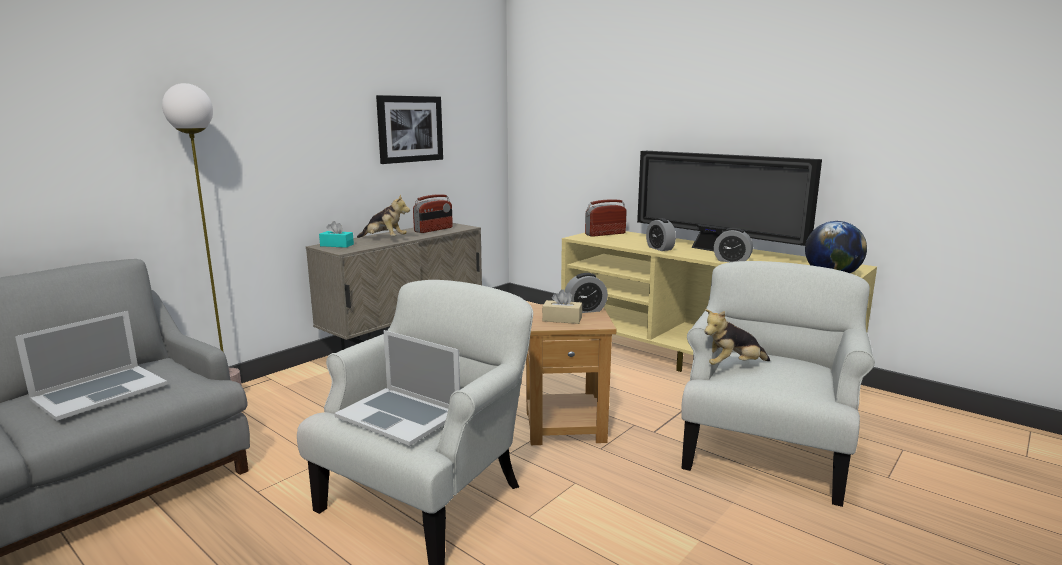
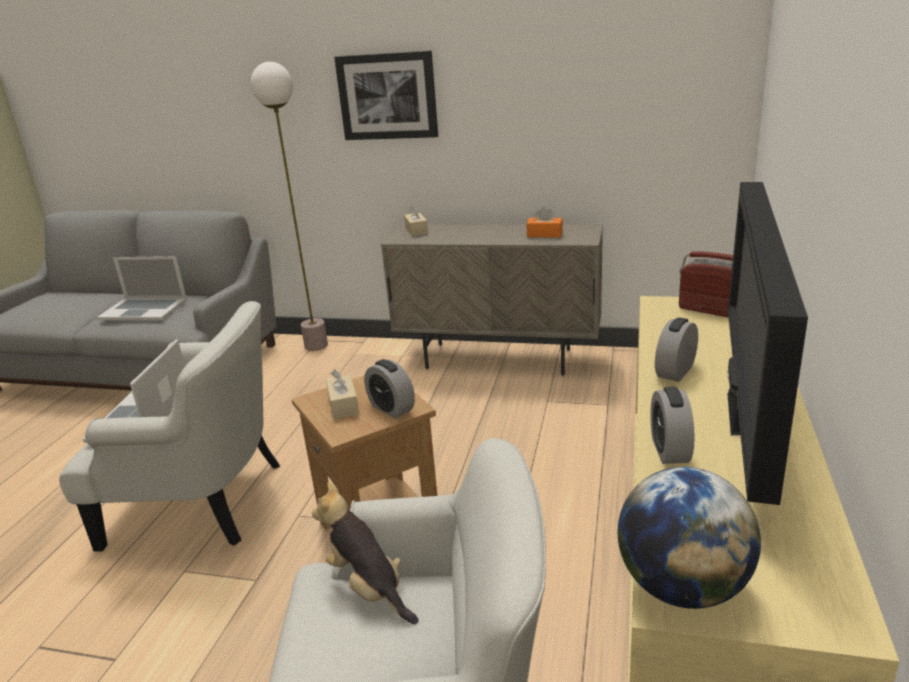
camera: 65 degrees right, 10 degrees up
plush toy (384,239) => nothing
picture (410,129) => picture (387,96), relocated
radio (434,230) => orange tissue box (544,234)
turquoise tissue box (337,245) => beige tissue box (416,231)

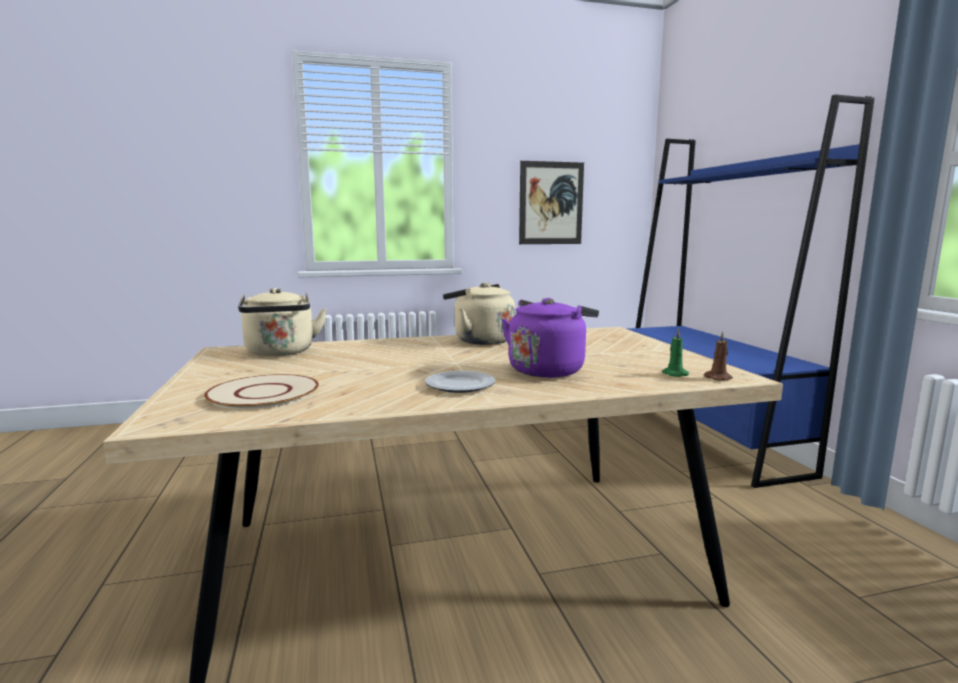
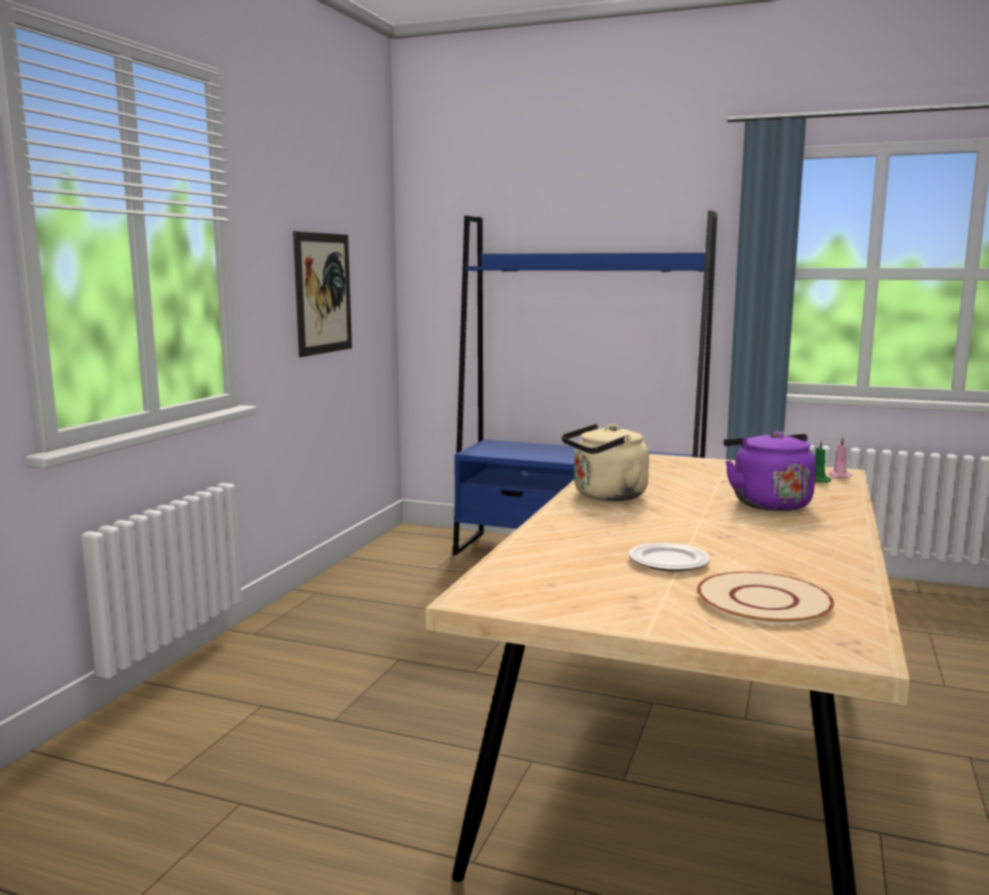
camera: 55 degrees left, 0 degrees up
beige kettle (281,353) => nothing
plate (460,385) => plate (669,561), relocated
brown candle (719,378) => pink candle (839,476)

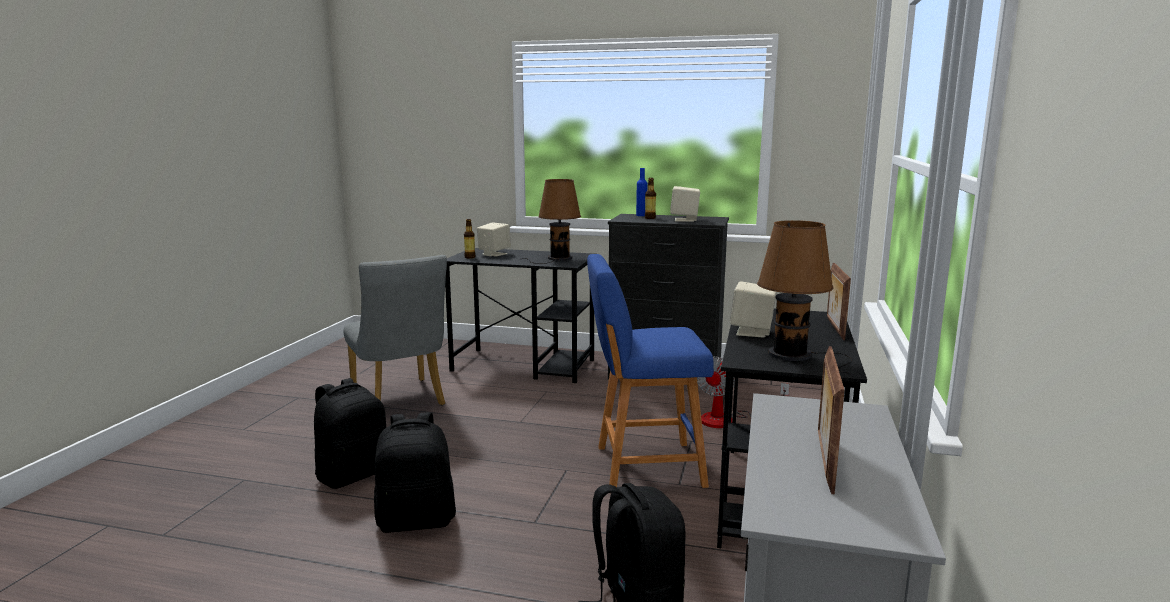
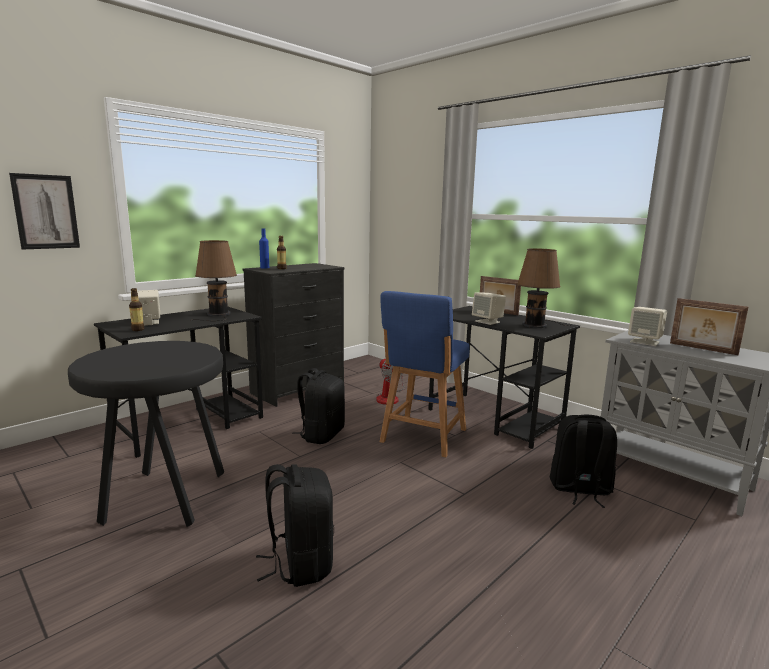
camera: 60 degrees left, 0 degrees up
nothing => picture (46,212)
black backpack (417,520) => black backpack (321,435), relocated
beige speaker (684,220) => beige speaker (645,342), relocated
grey chair (401,401) => black stool (163,499)

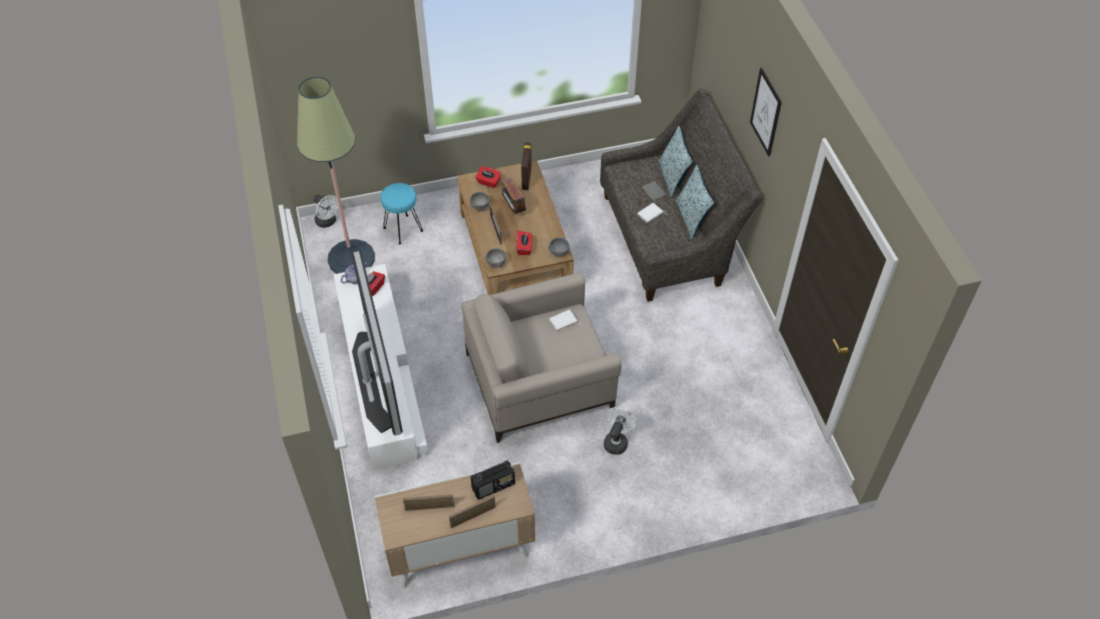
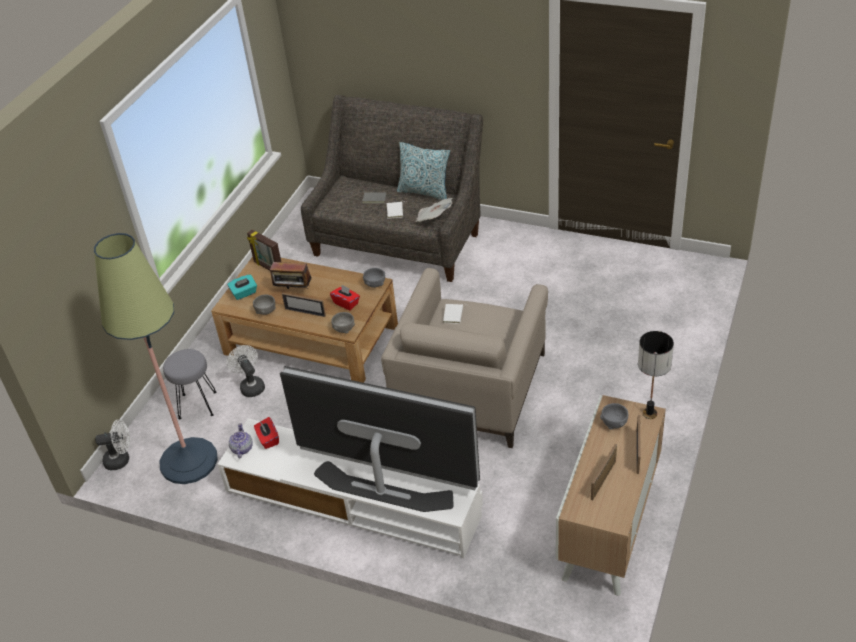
camera: 50 degrees left, 10 degrees down
pillow (672,178) => nothing
picture (766,112) => nothing
nothing => newspaper (434,218)
nothing => table lamp (650,413)
white fan (617,441) => white fan (250,386), relocated
radio (493,486) => grey bowl (614,423)
turquoise stool (403,229) => grey stool (197,405)
red tissue box (488,182) => turquoise tissue box (244,293)

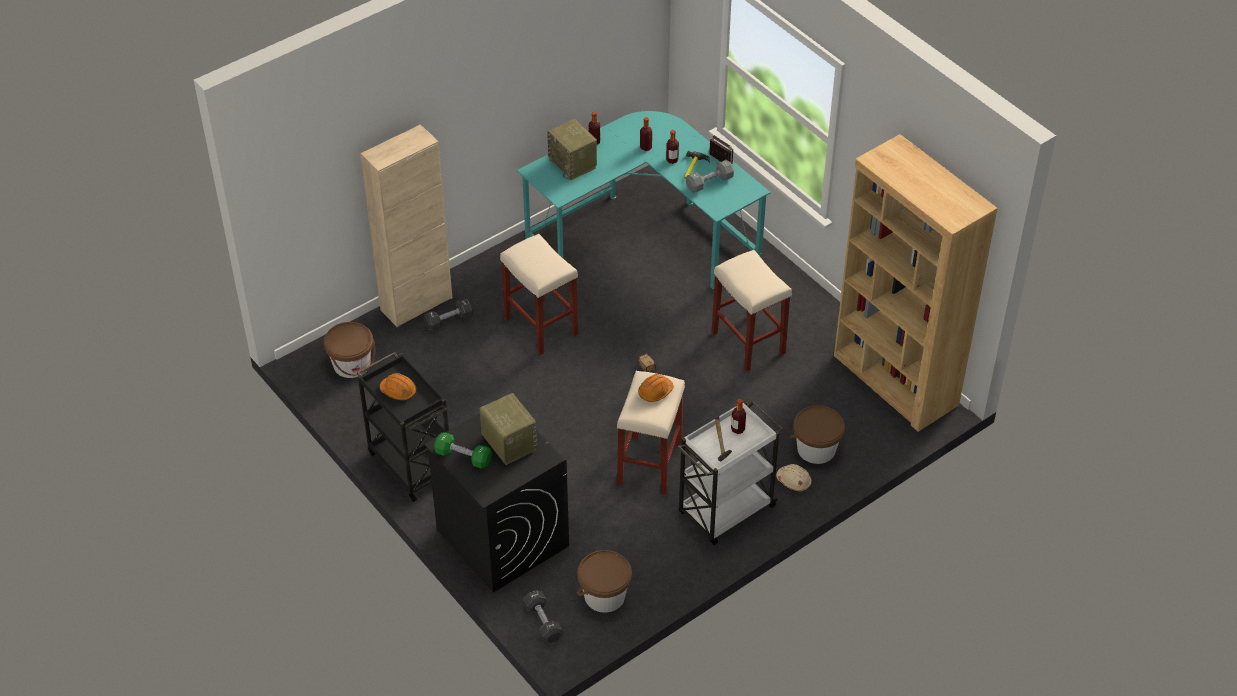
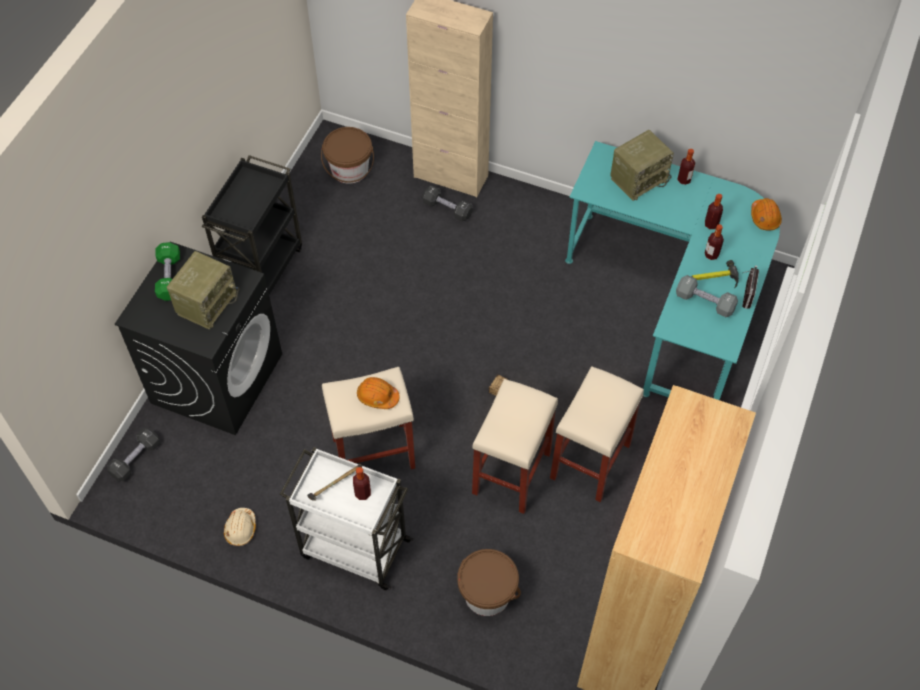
camera: 60 degrees right, 10 degrees up
brown bucket (604,595) => nothing
orange hard hat (398,391) => orange hard hat (764,218), relocated
beige stool (540,326) => beige stool (511,472), relocated
beige hard hat (794,481) => beige hard hat (241,529), relocated
radio (573,164) => radio (639,179), 150 degrees counterclockwise

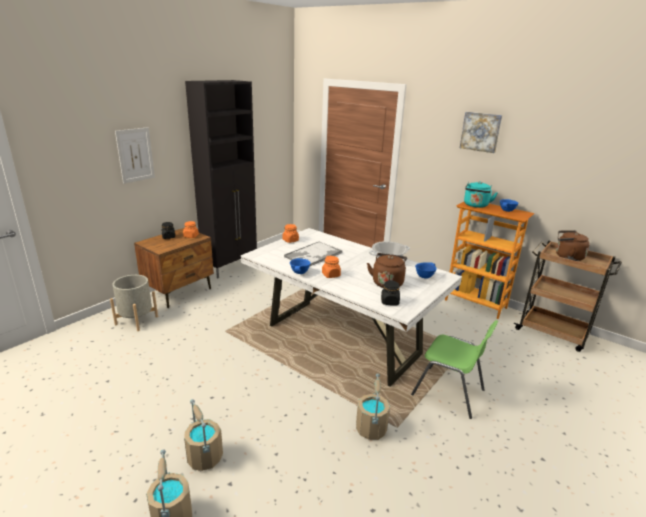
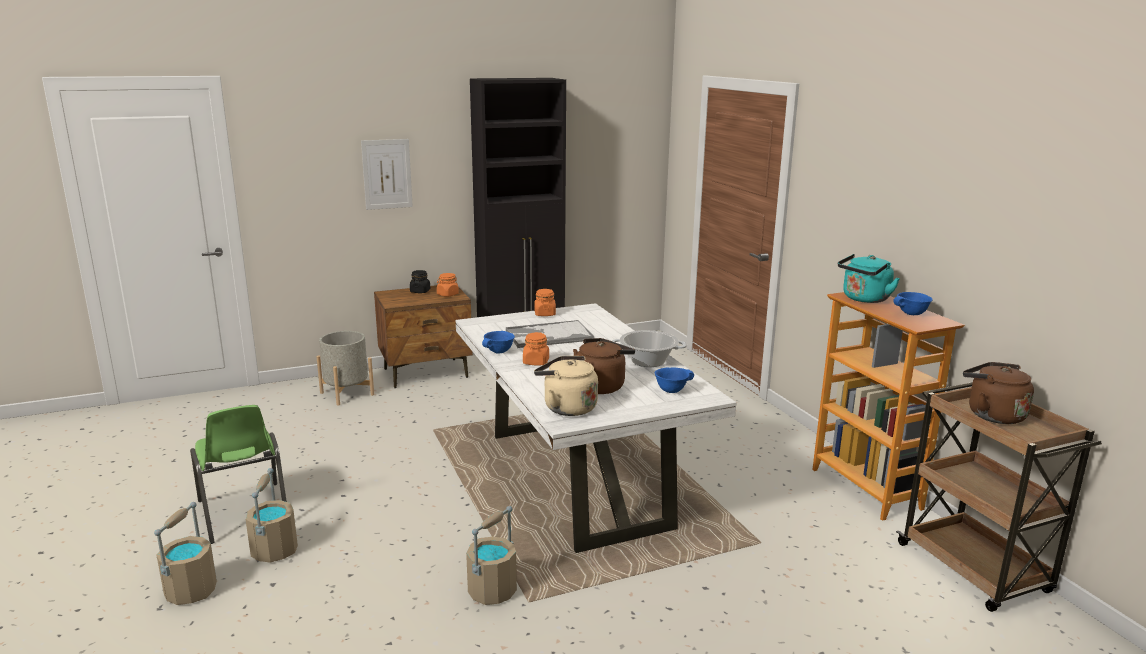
camera: 30 degrees right, 5 degrees down
picture (481,132) => nothing
green chair (449,393) => green chair (243,513), relocated
black jar (390,302) => beige kettle (567,407)

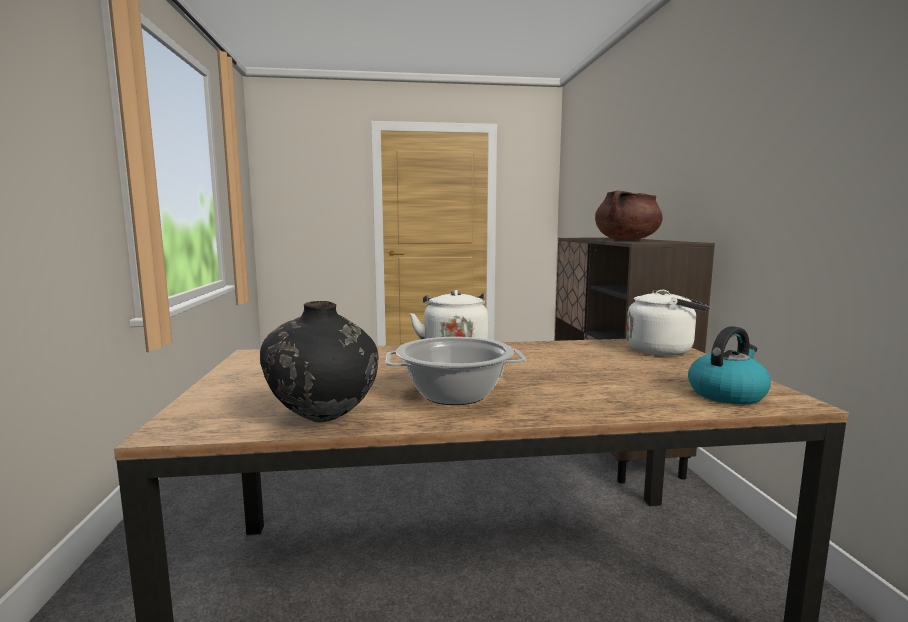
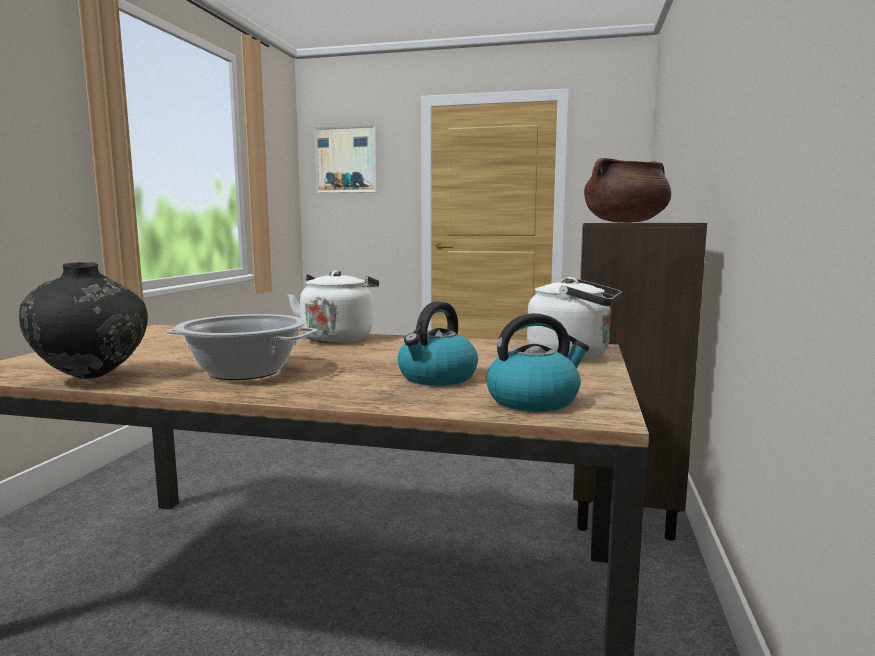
camera: 20 degrees right, 0 degrees up
nothing => picture (346,159)
nothing => kettle (437,378)

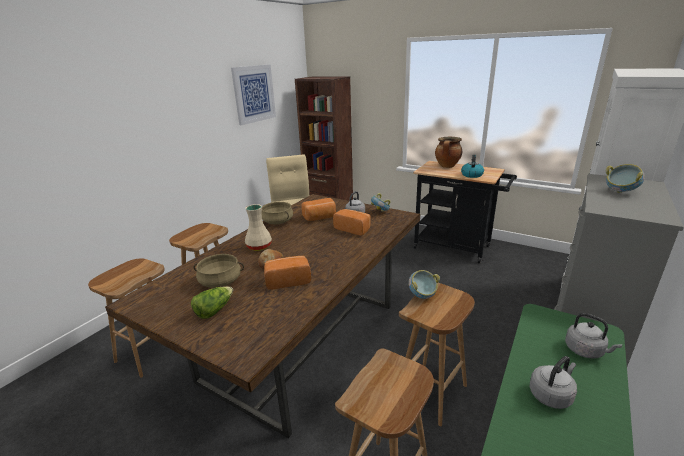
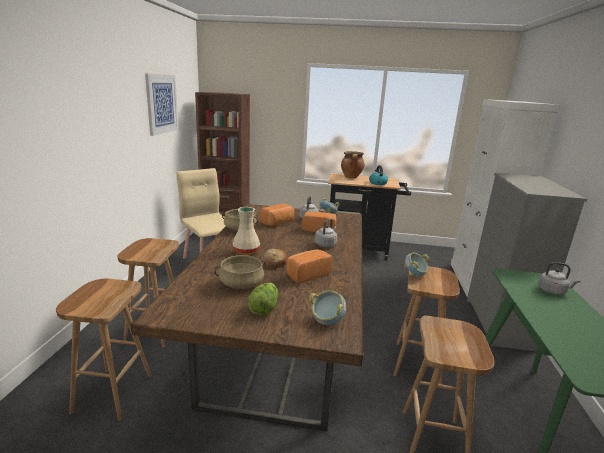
camera: 25 degrees left, 5 degrees down
grey kettle (551,395) => grey kettle (326,244), relocated
bowl (620,192) => bowl (326,321), relocated

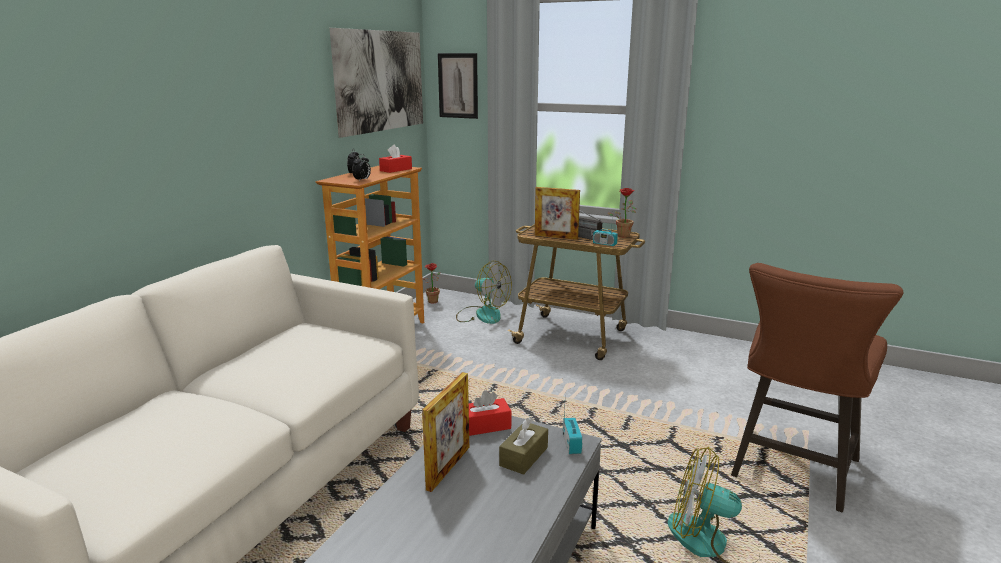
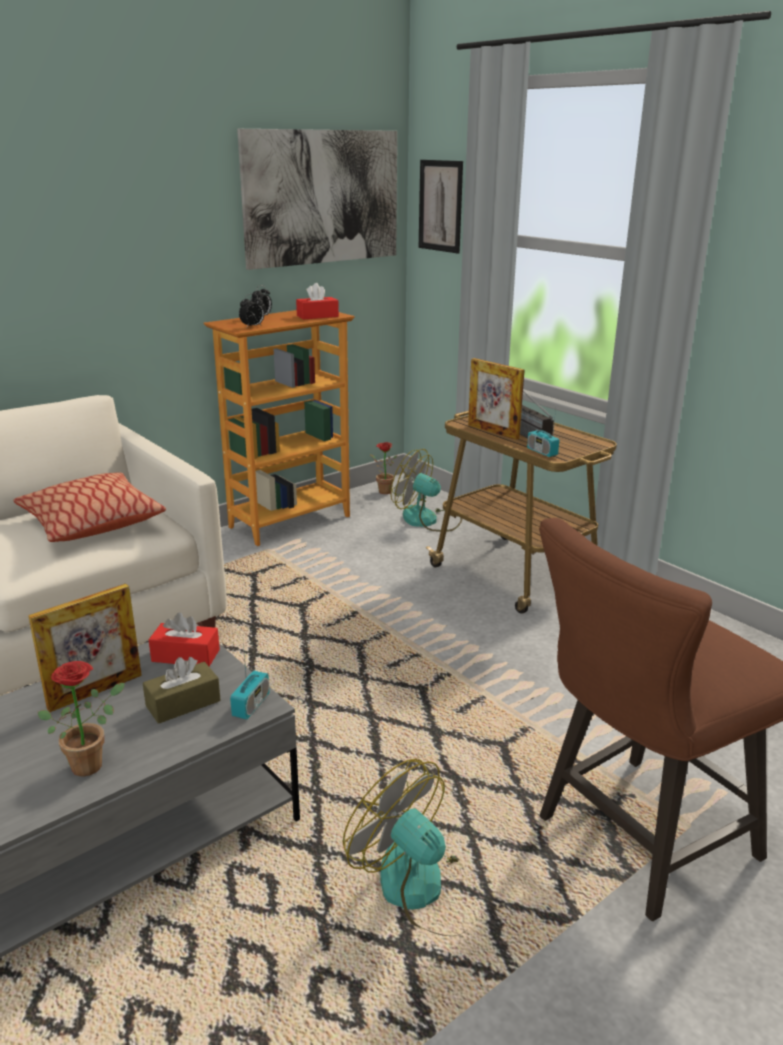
camera: 25 degrees right, 5 degrees up
nothing => pillow (91,522)
potted plant (623,235) => potted plant (92,762), relocated
fan (482,314) => fan (428,520), 150 degrees clockwise

